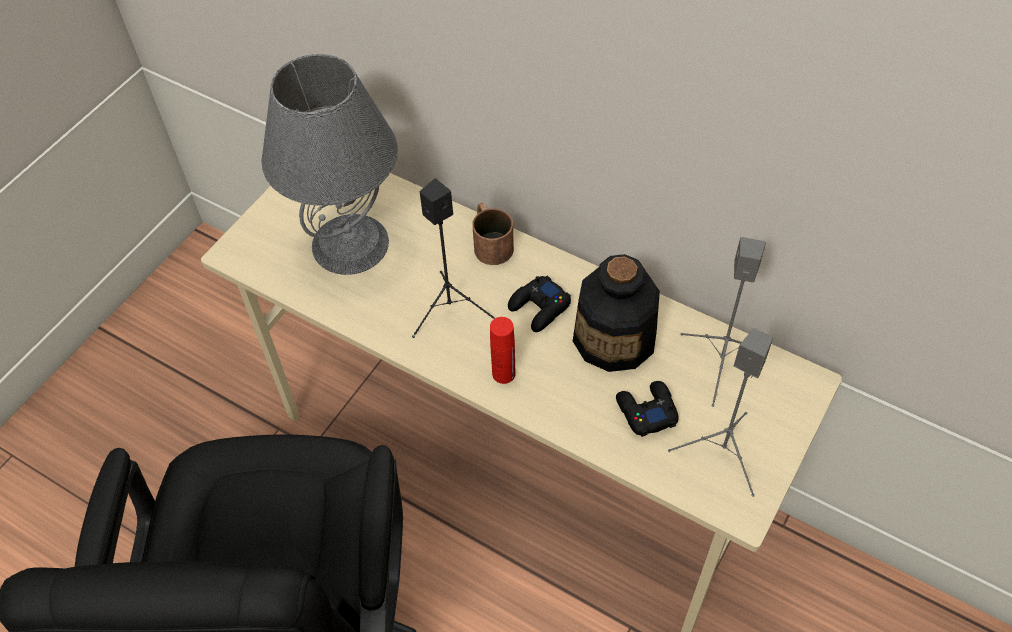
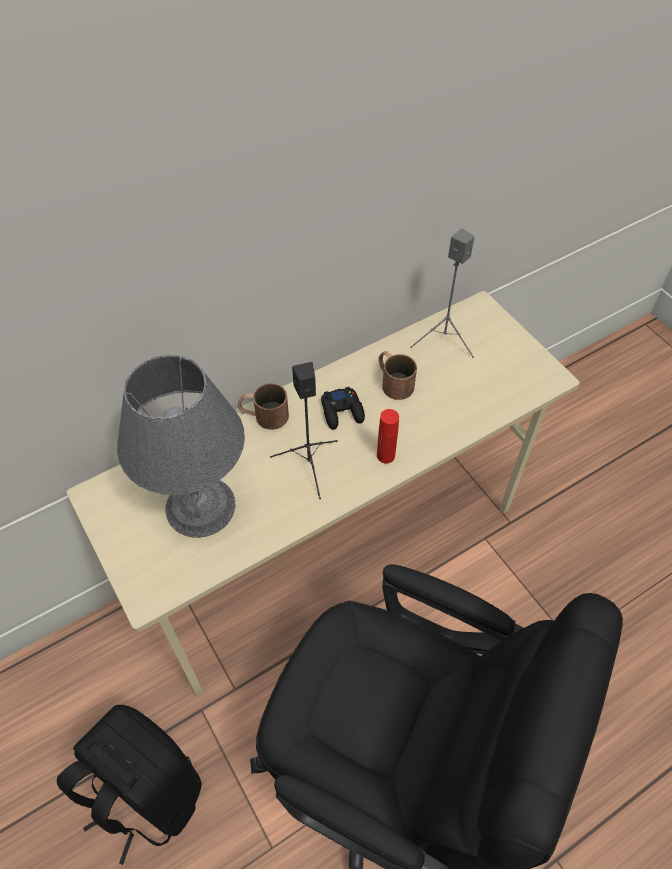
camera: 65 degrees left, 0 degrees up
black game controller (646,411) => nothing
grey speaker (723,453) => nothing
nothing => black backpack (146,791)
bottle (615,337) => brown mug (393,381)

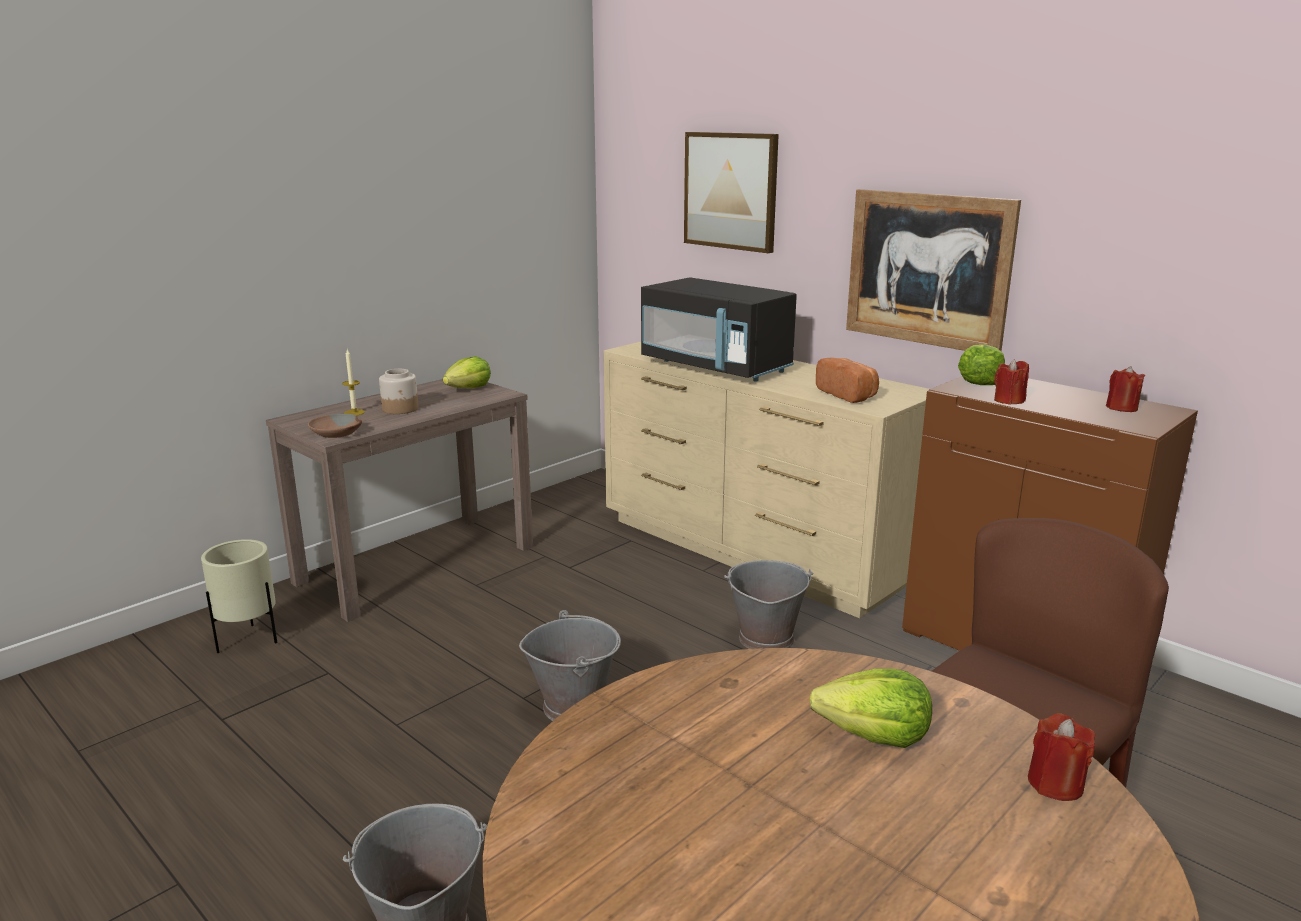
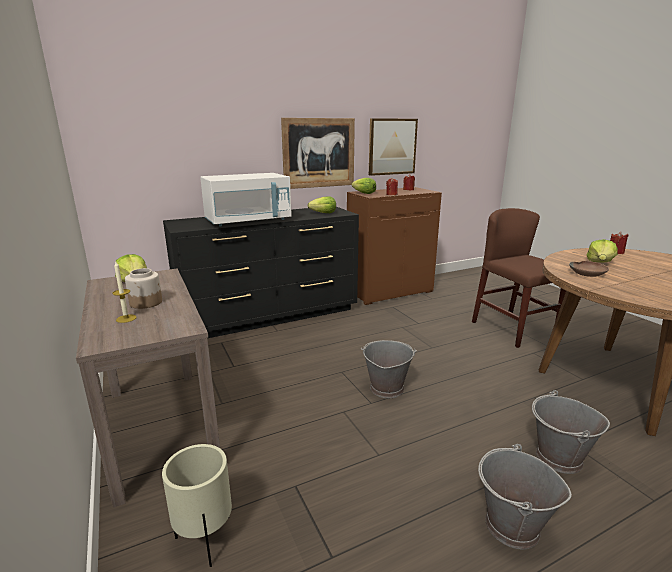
camera: 70 degrees left, 0 degrees up
brown bowl (336,433) => brown bowl (588,273), relocated
picture (731,191) => picture (392,146), relocated
grey bucket (765,638) => grey bucket (511,526), relocated
bread (849,395) => lettuce (323,213)
beige dresser (753,551) => black dresser (271,315)
black microwave (716,367) => white microwave (248,221)

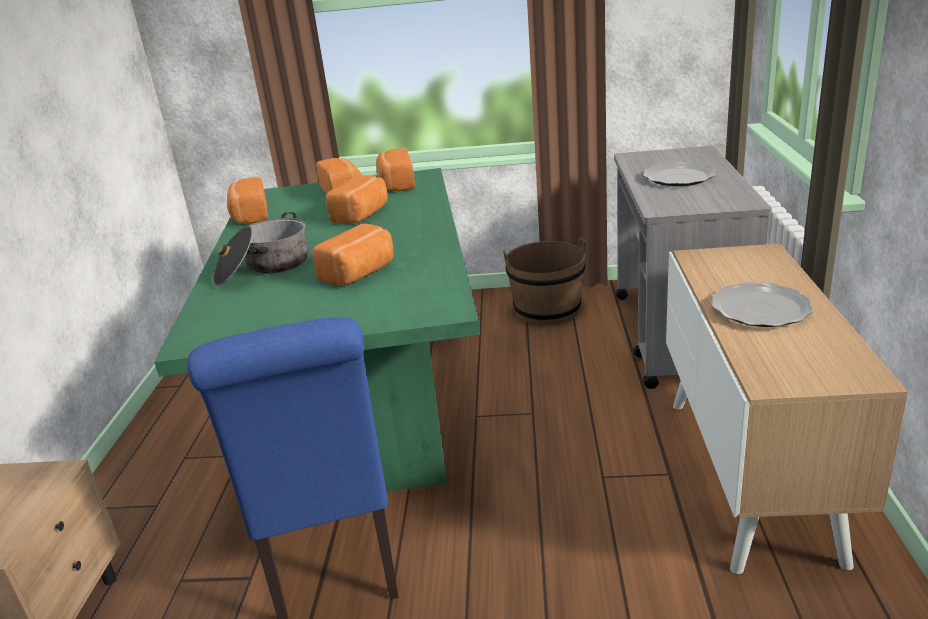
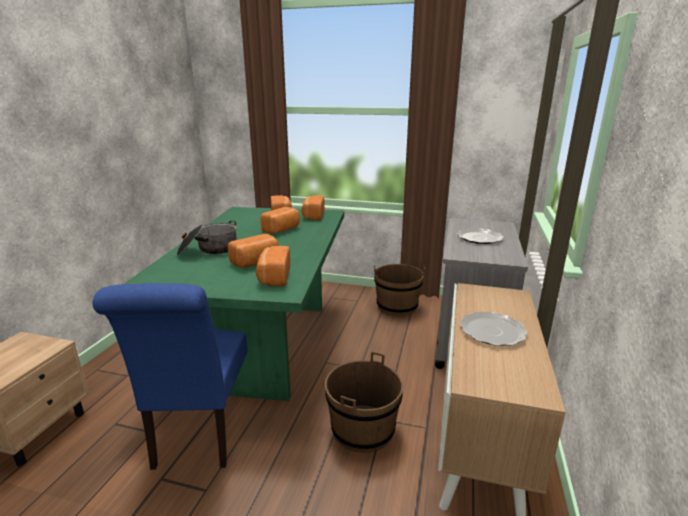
camera: 10 degrees right, 5 degrees down
nothing => brown bucket (363,429)
bread (249,216) => bread (273,277), relocated

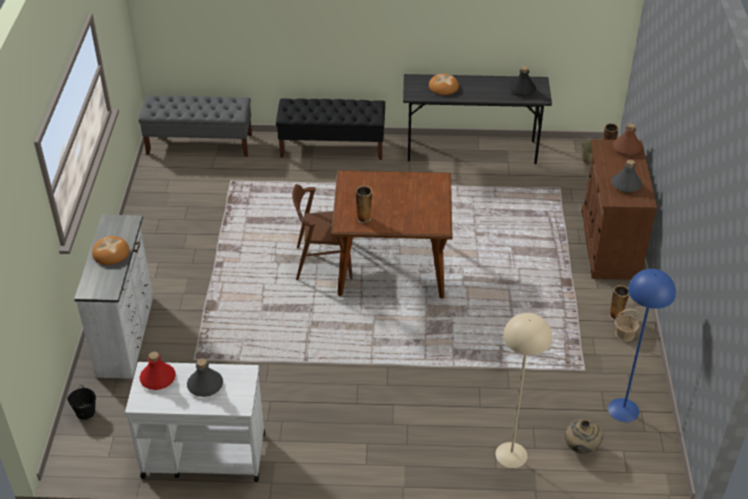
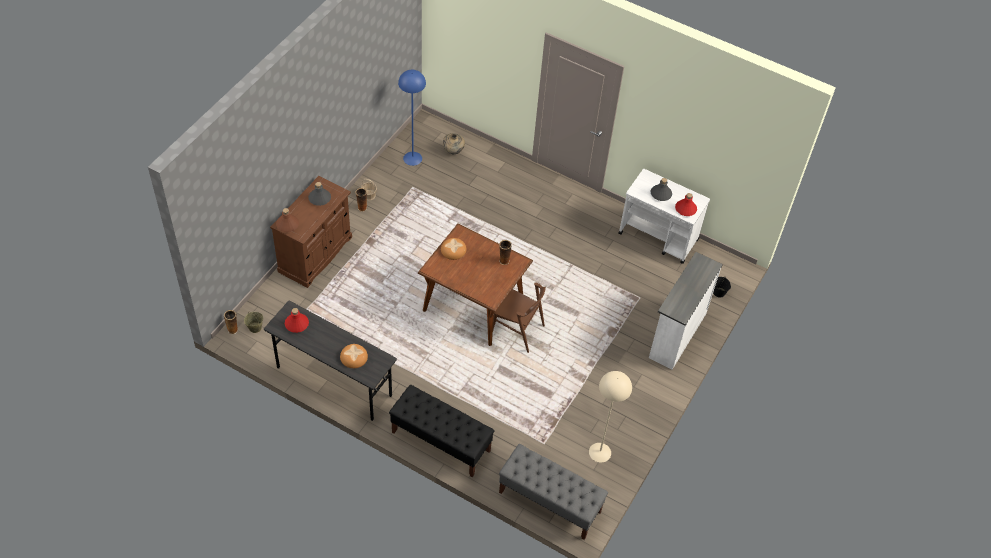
camera: 155 degrees left, 10 degrees up
bread (111,253) => bread (453,250), relocated
beige floor lamp (511,455) => beige floor lamp (600,452), relocated
black bottle (522,90) => red bottle (297,324)

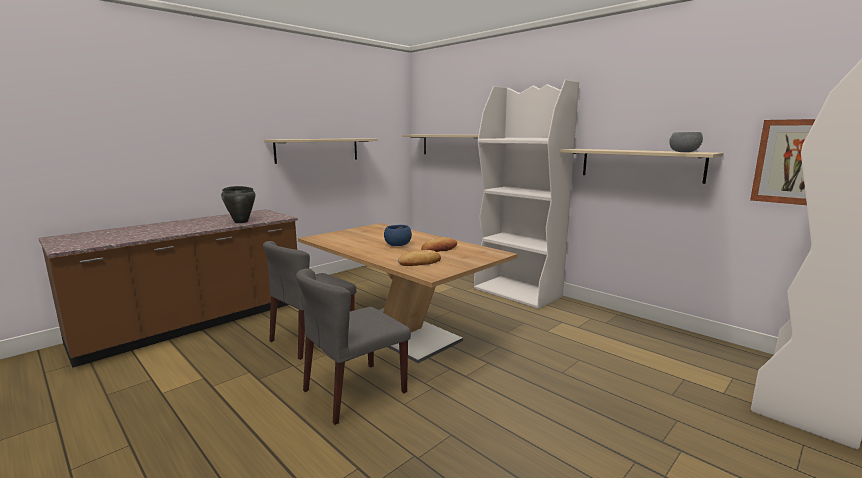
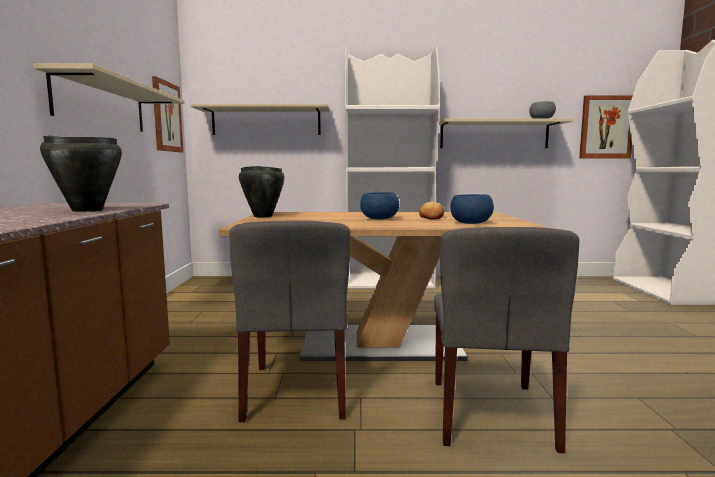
camera: 45 degrees left, 5 degrees down
nothing => picture (166,117)
nothing => black cooking pot (262,216)
bread (420,262) => blue bowl (471,223)

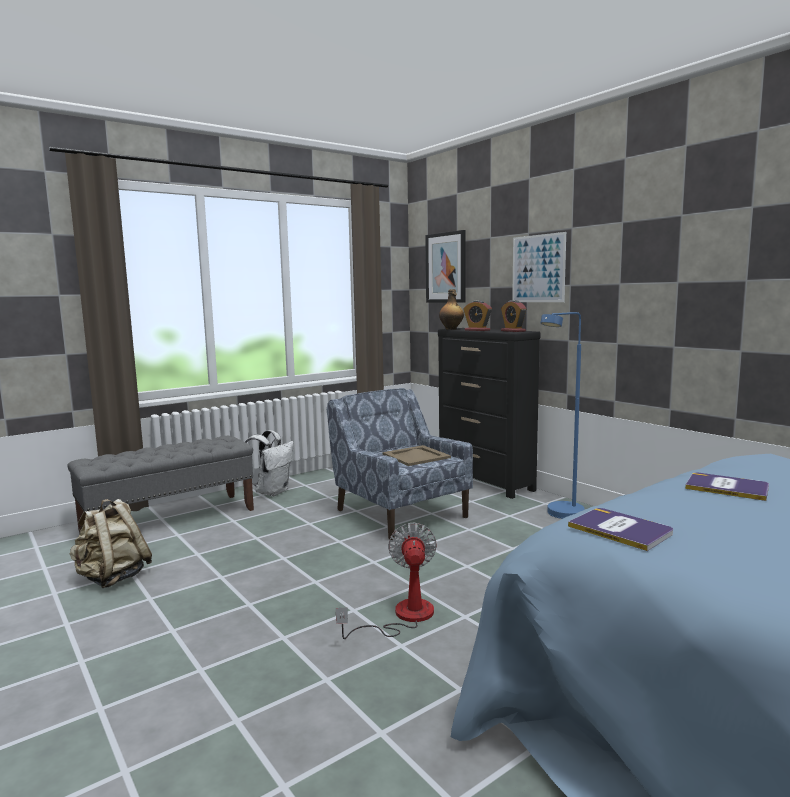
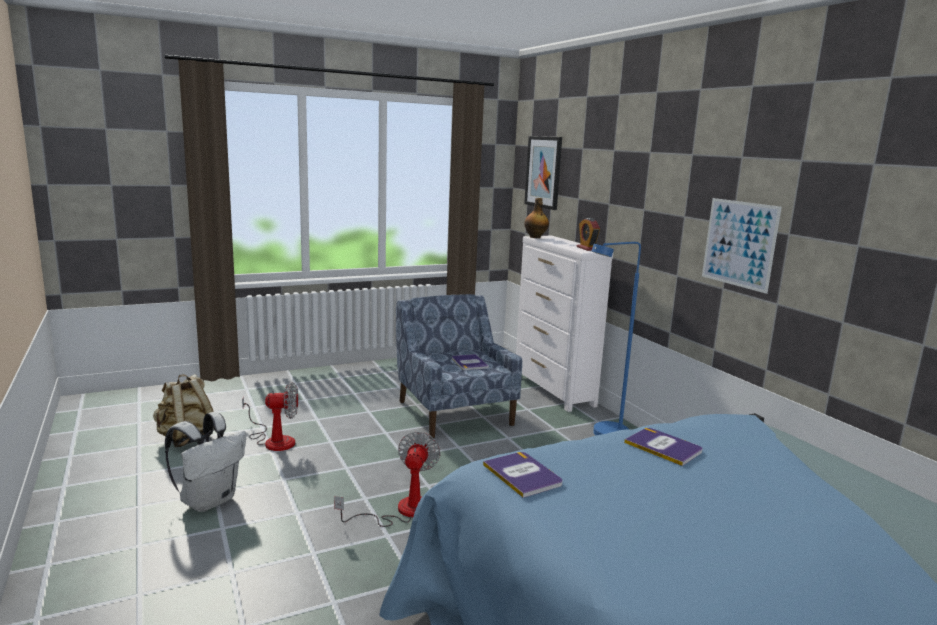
camera: 10 degrees right, 5 degrees up
grey bench (170,519) => nothing
alarm clock (477,330) => nothing
nothing => fan (274,440)
white backpack (272,492) => white backpack (209,500), relocated
picture (538,268) => picture (739,244), relocated
beige tray (416,456) => book (469,363)
black dresser (485,482) => white dresser (554,391)

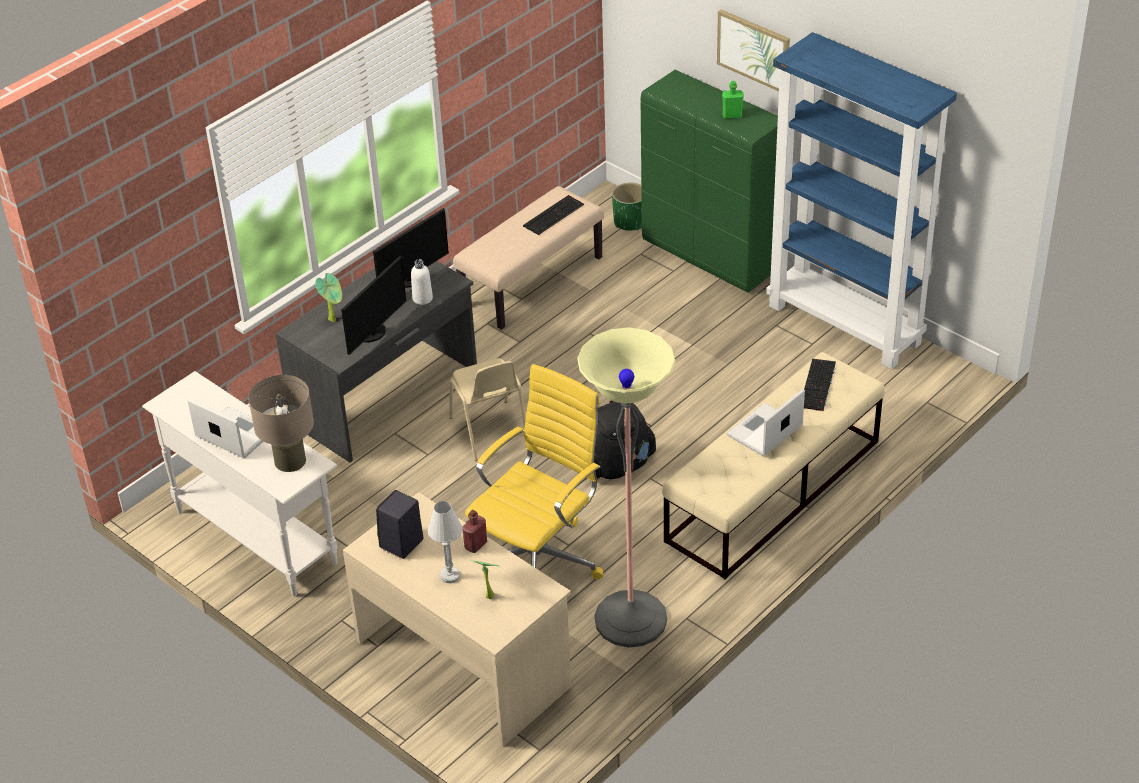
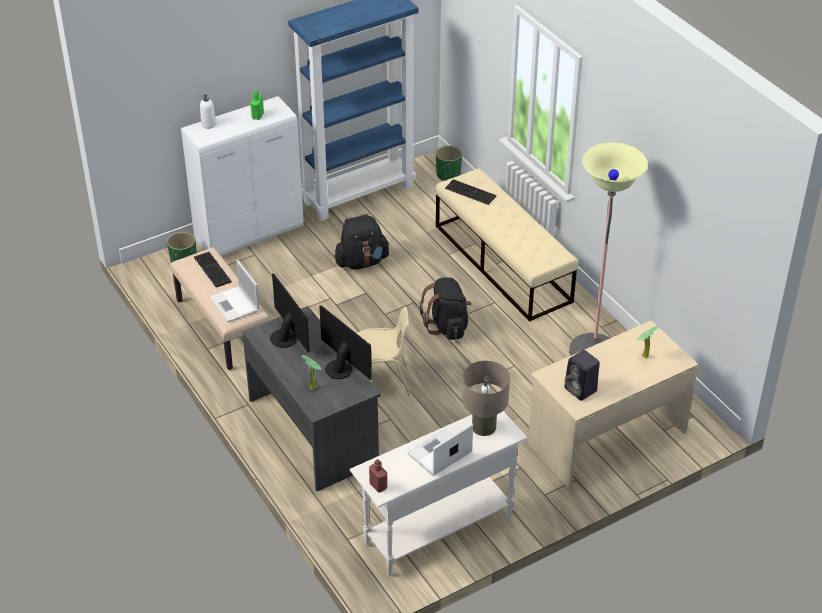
camera: 75 degrees left, 0 degrees up
white table lamp (450,576) => nothing
yellow office chair (539,560) => nothing
picture (754,50) => nothing
nothing => black backpack (362,262)
nothing => green planter (448,174)
white bottle (422,298) => white bottle (208,124), relocated
red bottle (475,545) => red bottle (378,486), relocated
laptop (764,431) => laptop (235,304), relocated
green cabinet (710,257) => white cabinet (250,234)

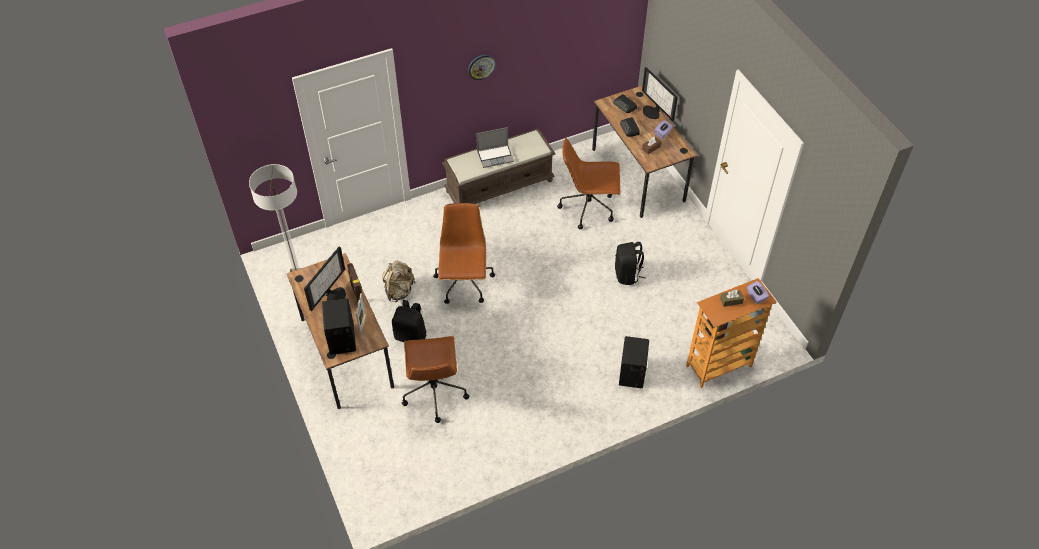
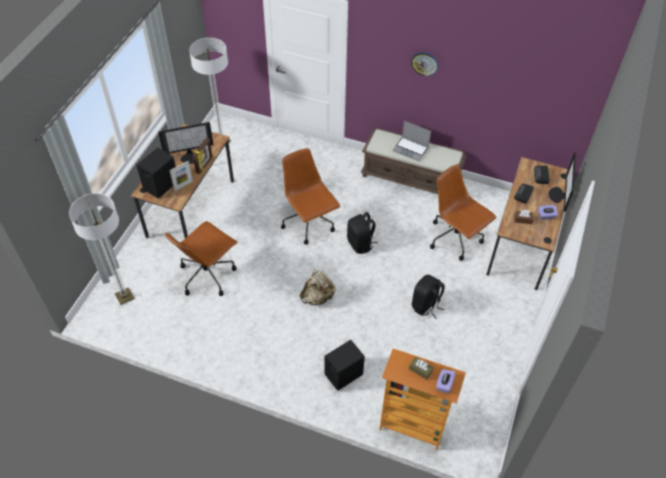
camera: 45 degrees right, 0 degrees up
nothing => floor lamp (124,296)
beige backpack (399,291) => beige backpack (318,297), relocated
black backpack (411,335) => black backpack (360,244), relocated
brown office chair (464,284) => brown office chair (309,223), 75 degrees counterclockwise

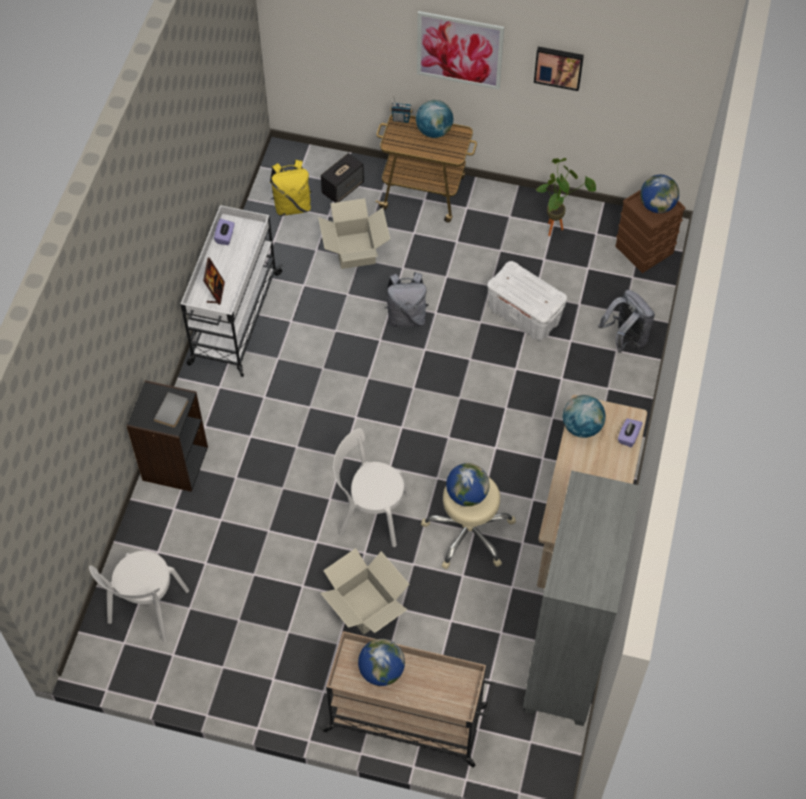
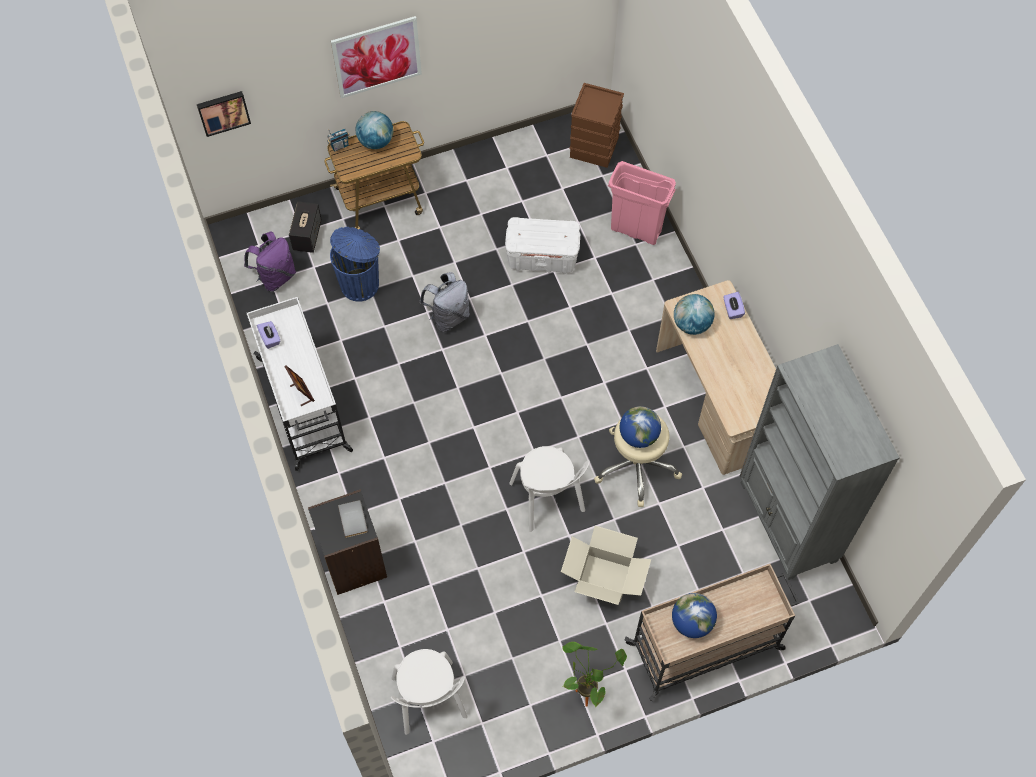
camera: 35 degrees left, 5 degrees up
globe (657,206) => nothing
picture (558,67) => picture (223,112), relocated
potted plant (556,227) => potted plant (586,690), relocated
cardboard box (355,250) => blue trash can (360,284)
grey backpack (625,339) => pink trash can (635,230)
yellow backpack (292,206) => purple backpack (275,276)
white chair (370,513) => white chair (548,500), 90 degrees counterclockwise

